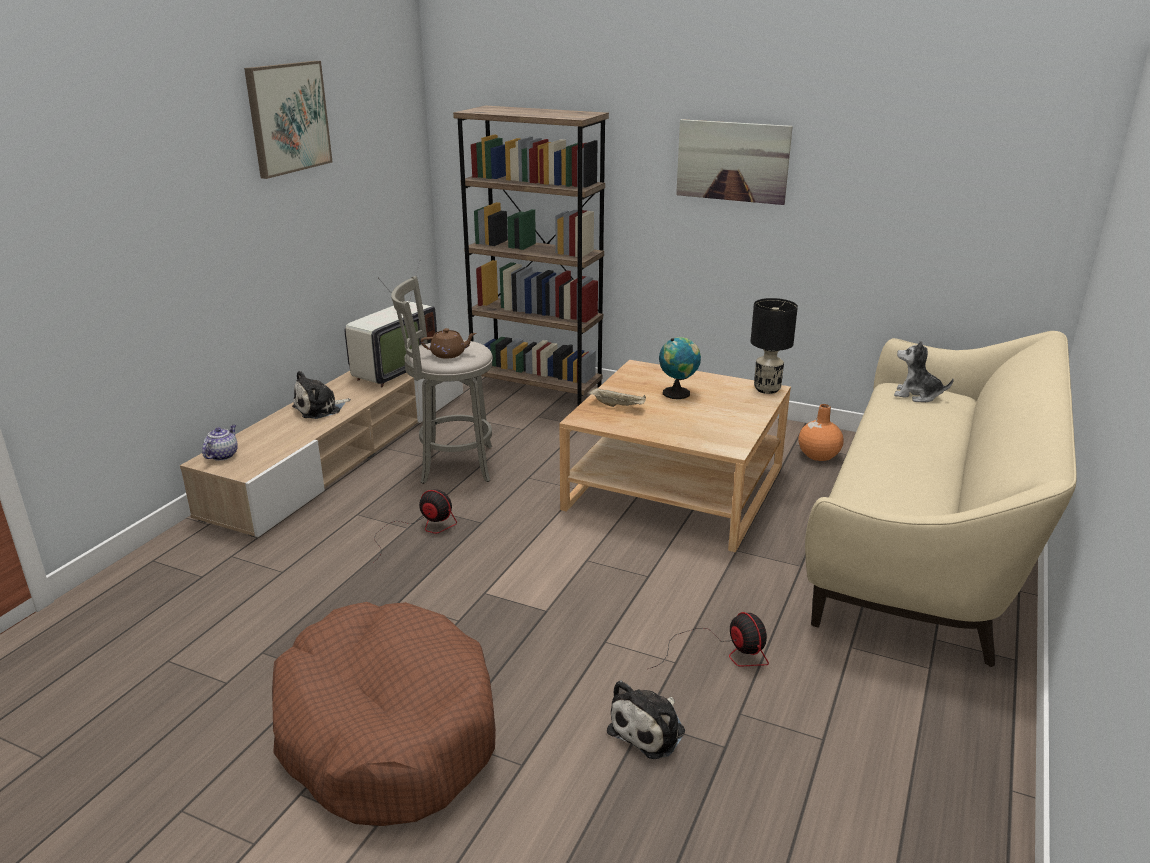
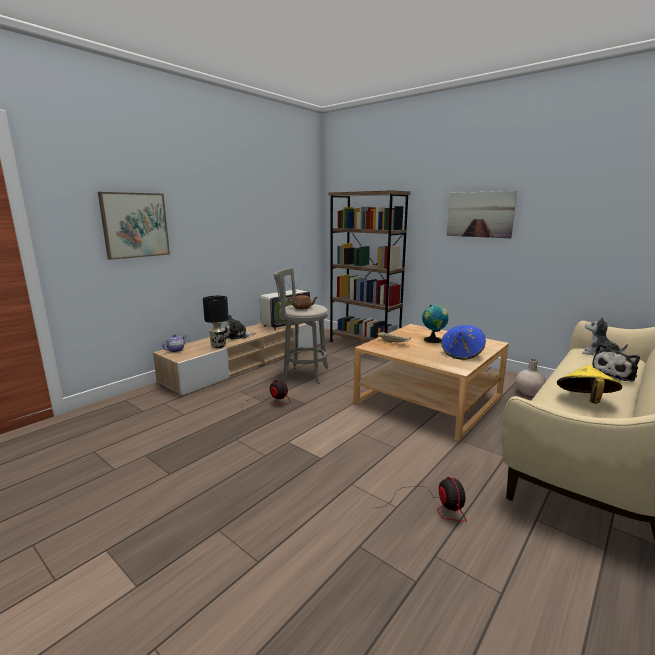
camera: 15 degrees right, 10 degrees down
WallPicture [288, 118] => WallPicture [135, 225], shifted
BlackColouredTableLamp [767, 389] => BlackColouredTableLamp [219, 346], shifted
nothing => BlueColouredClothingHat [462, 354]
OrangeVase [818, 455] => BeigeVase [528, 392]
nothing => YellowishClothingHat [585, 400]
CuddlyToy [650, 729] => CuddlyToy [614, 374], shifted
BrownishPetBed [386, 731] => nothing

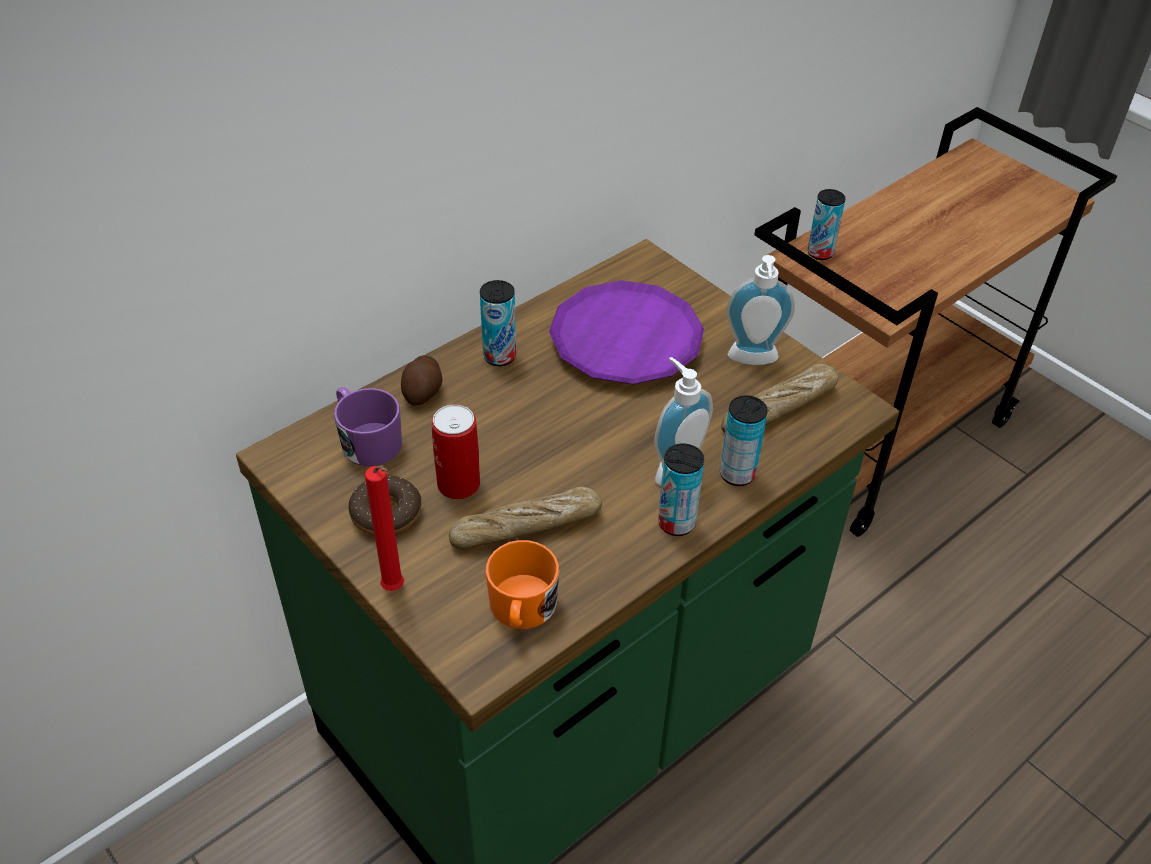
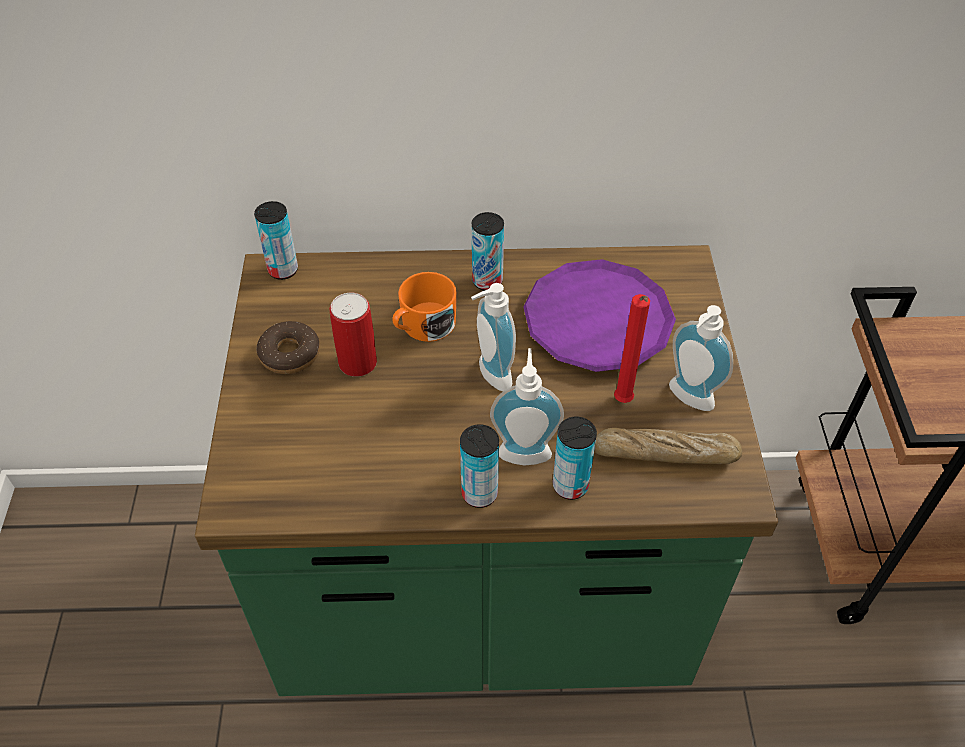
camera: 40 degrees right, 5 degrees up
Can [820, 253] => Can [283, 270], shifted
OrangeCoffeeMug [521, 610] => OrangeCoffeeMug [423, 326], shifted
nothing => SoapBottle [490, 376]
RedColouredWaxLight [395, 590] => RedColouredWaxLight [623, 403], shifted
PurpleColouredCoffeeMug [367, 440] => nothing
WholePotato [423, 391] => nothing
BakeryBread [526, 528] => nothing

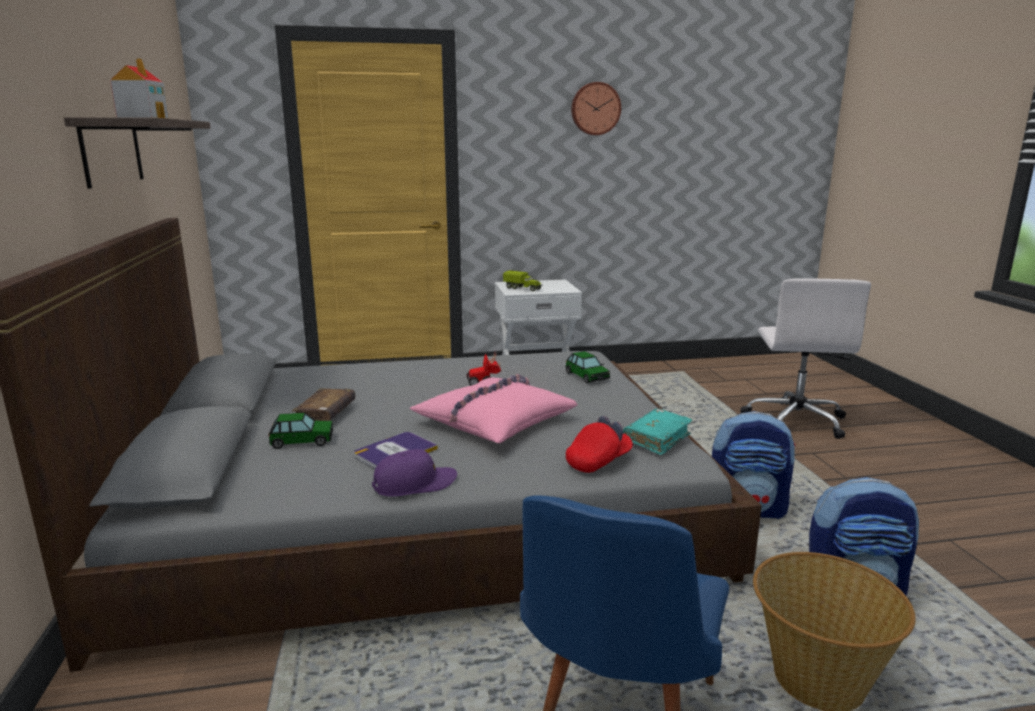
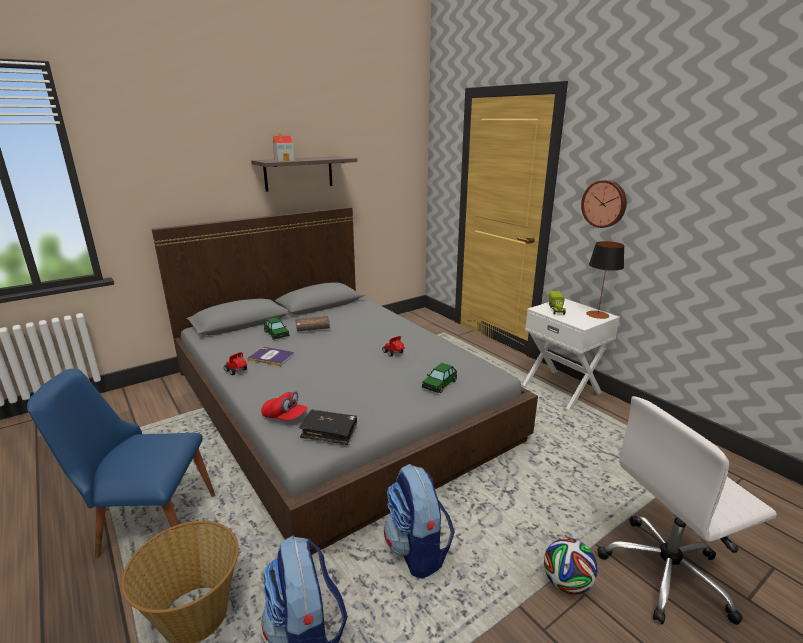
camera: 65 degrees right, 5 degrees up
PurpleColouredCap [415, 484] => ToyCar [237, 371]
TurquoiseVolume [657, 439] => BlackColouredVolume [329, 432]
nothing => FootballBall [566, 583]
HangingClock [595, 109] => HangingClock [604, 203], shifted
nothing => TableLamp [597, 314]
PinkColouredCushion [494, 421] => nothing

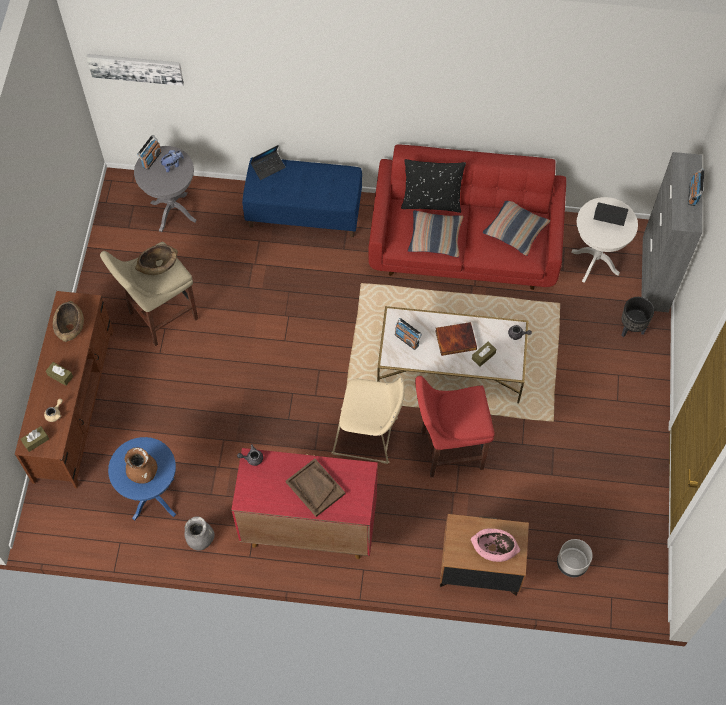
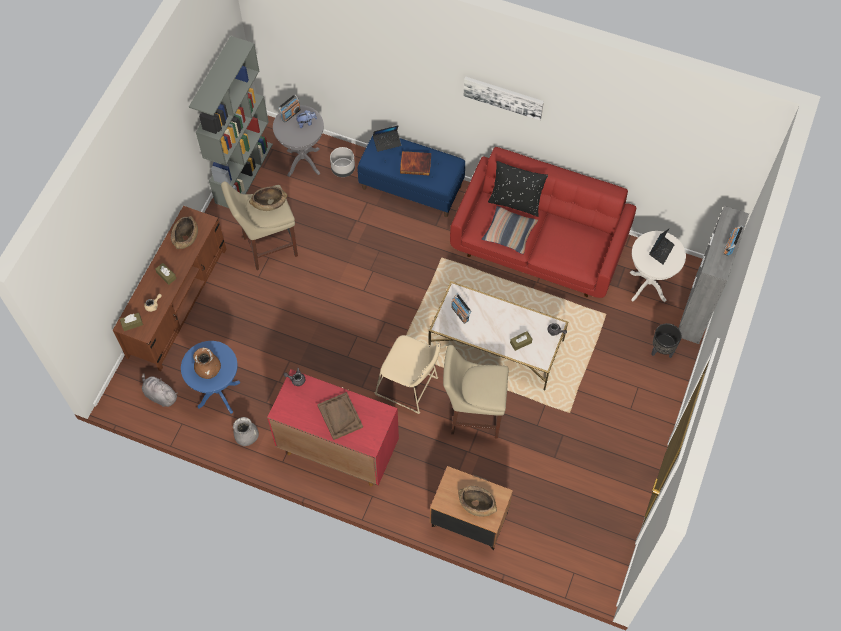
camera: 15 degrees right, 0 degrees up
nothing => GreyishCuddlyToy [160, 395]
nothing => GreyishBookshelf [243, 173]
GreyishFlowerPot [572, 564] => GreyishFlowerPot [343, 169], shifted
Volume [456, 339] => Volume [416, 164], shifted
RedColouredStoolSeat [448, 450] => BeigeStoolSeat [472, 415]
PinkColouredBowl [494, 548] => BrownishBowl [476, 504]
WallPicture [135, 68] => WallPicture [503, 97], shifted
Laptop [608, 218] => Laptop [661, 250], 90 degrees clockwise
Cushion [515, 231] => nothing

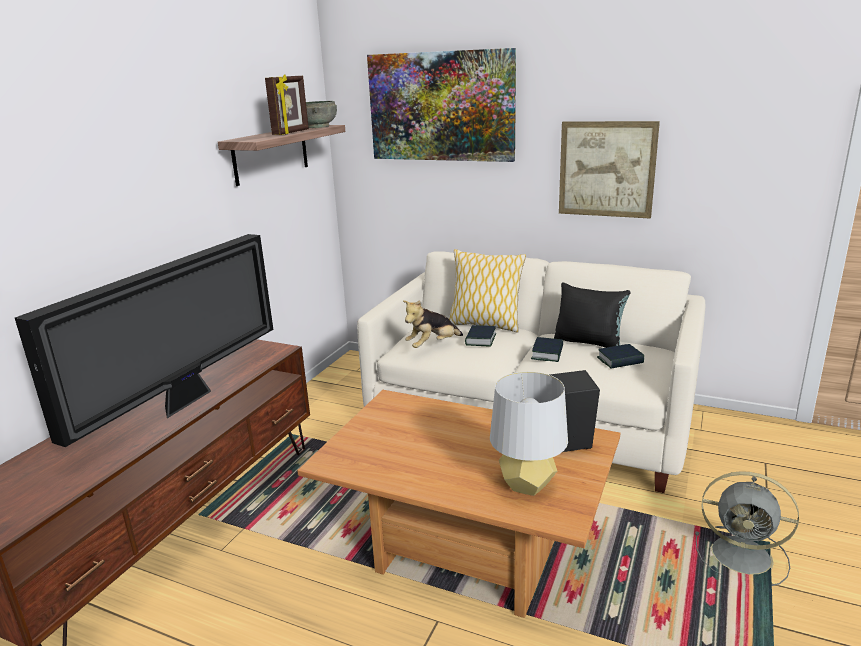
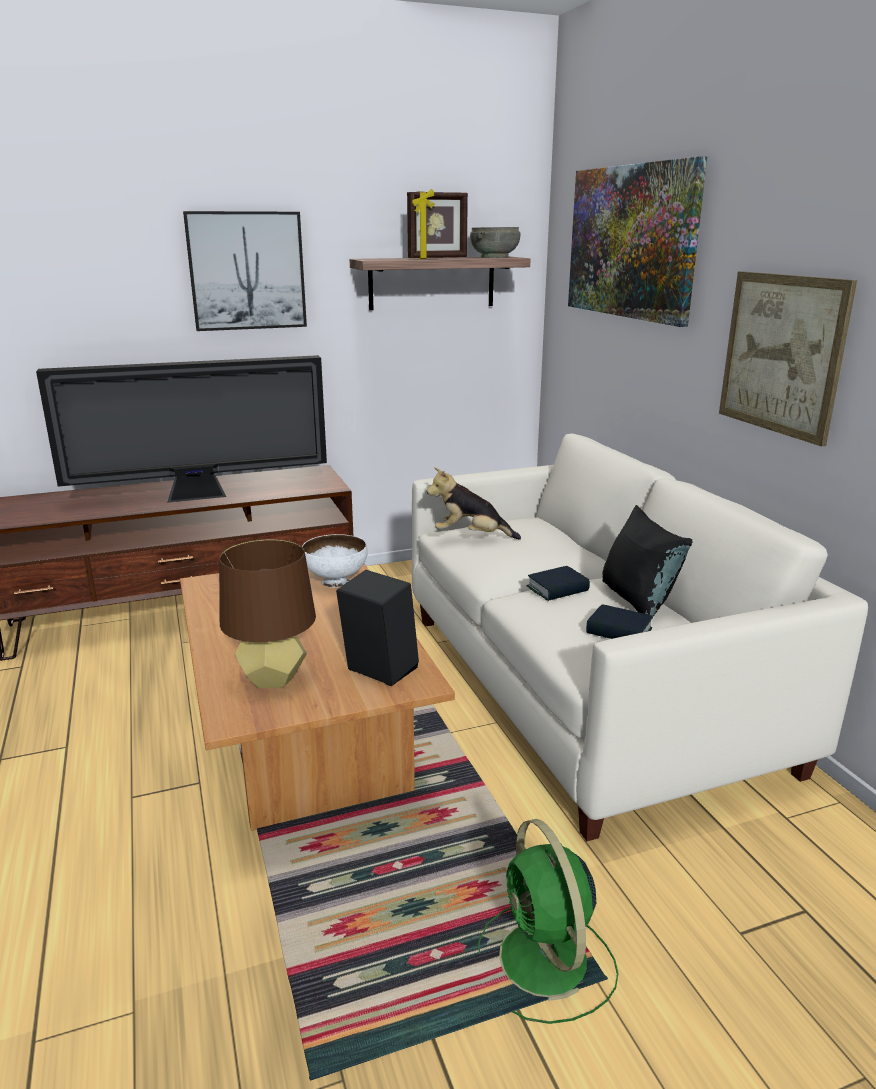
camera: 45 degrees right, 0 degrees up
nothing => WallPicture [247, 271]
GreyishTableLamp [527, 485] => BrownishTableLamp [273, 678]
nothing => WhitishBowl [335, 582]
GreyishFan [744, 556] => GreenishFan [545, 962]
Cushion [485, 324] => nothing
Volume [480, 339] => nothing

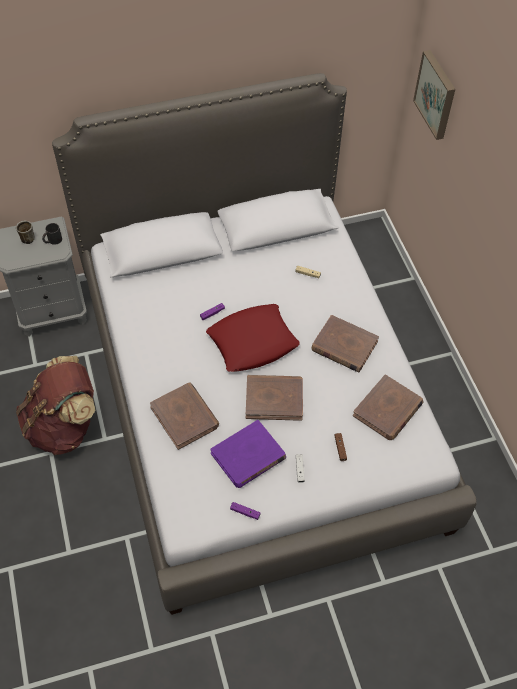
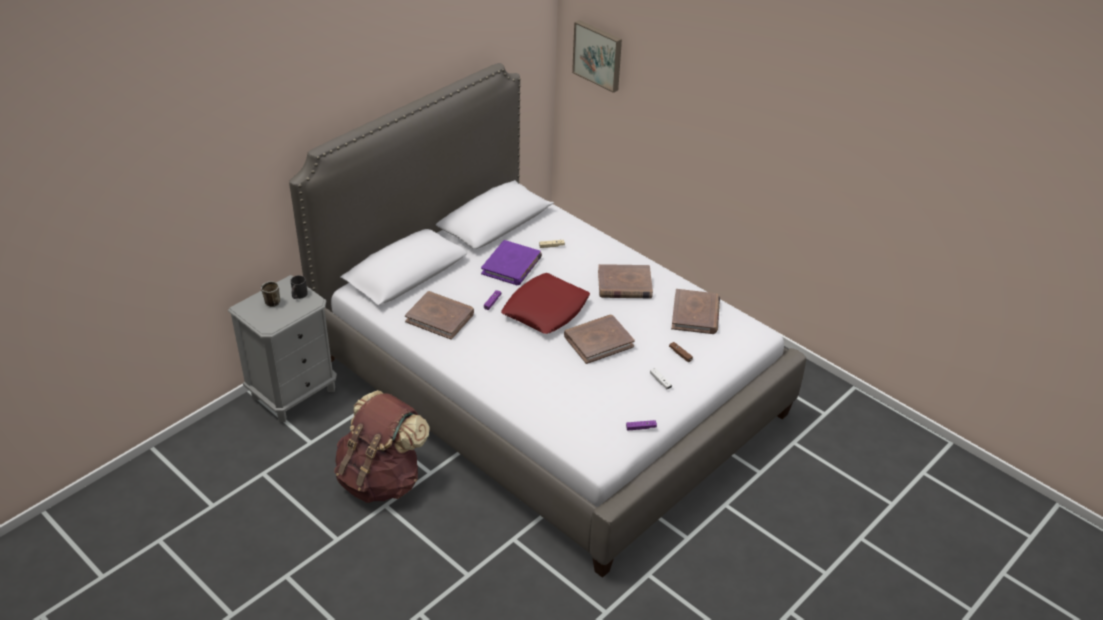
camera: 30 degrees left, 15 degrees down
BrownishVolume [185, 417] => BrownishVolume [440, 317], shifted
PurpleColouredVolume [248, 456] => PurpleColouredVolume [512, 266], shifted

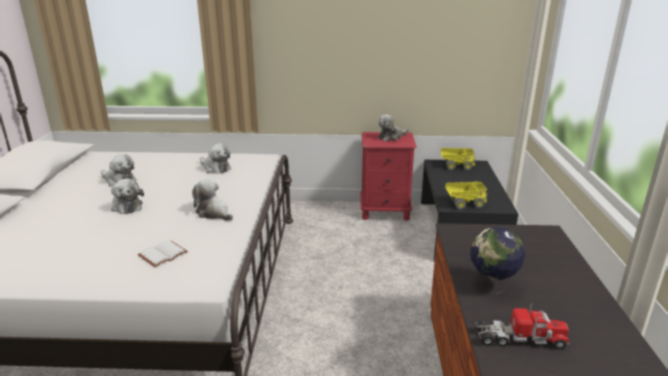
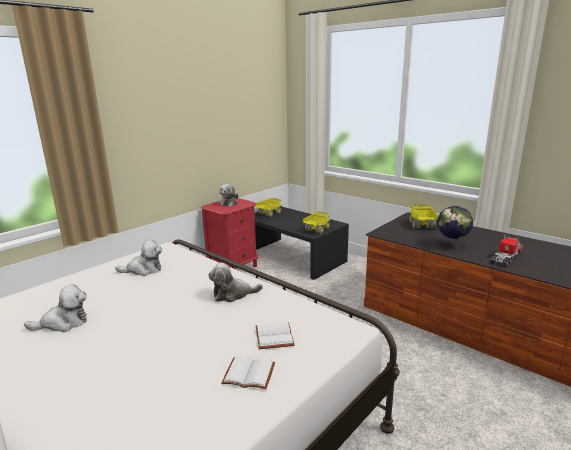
camera: 50 degrees left, 5 degrees down
nothing => WhitishVolume [250, 373]
nothing => ToyLorry [421, 225]
CuddlyToy [126, 206] => nothing

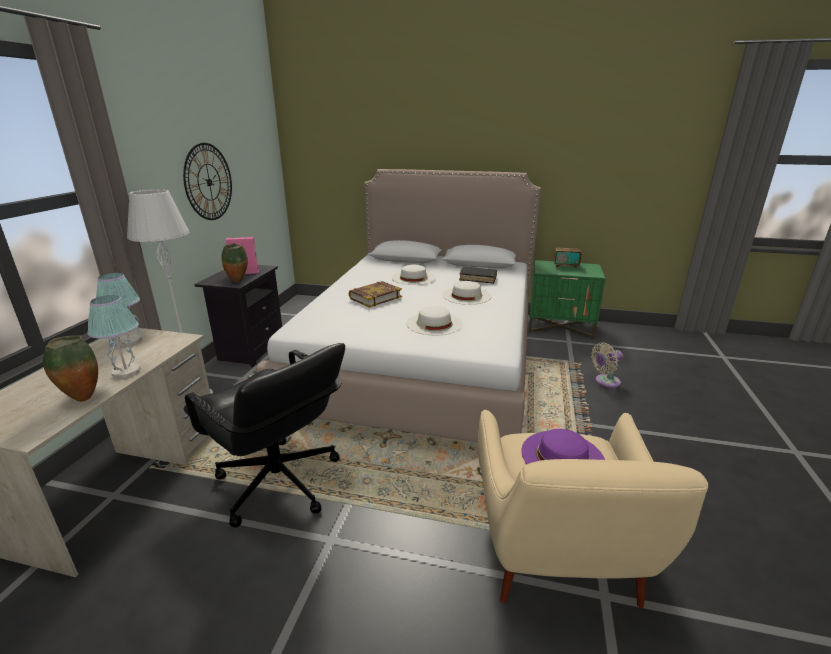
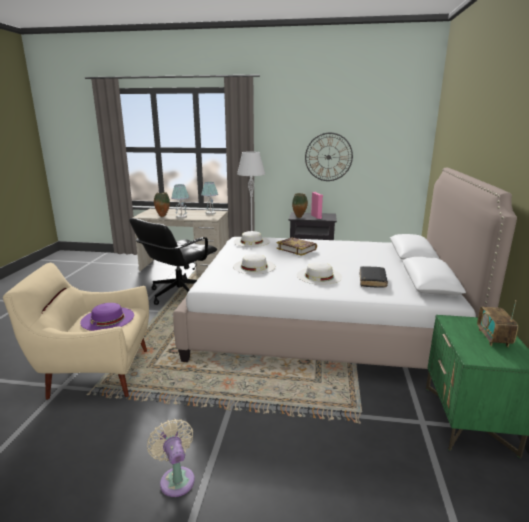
camera: 85 degrees right, 5 degrees down
BeigeFan [605, 382] => BeigeFan [176, 478], shifted
WhitishClothingHat [413, 277] => WhitishClothingHat [251, 241], shifted

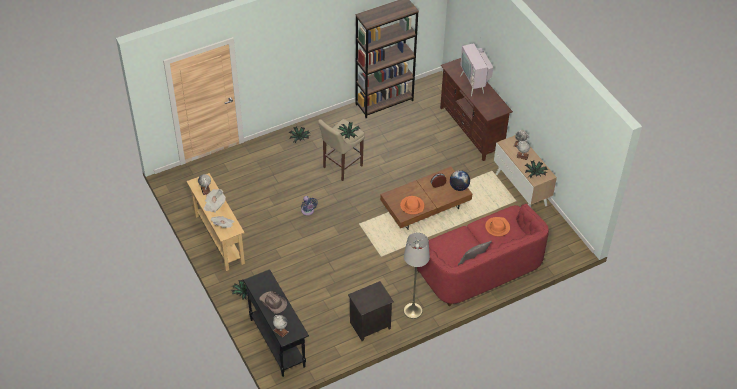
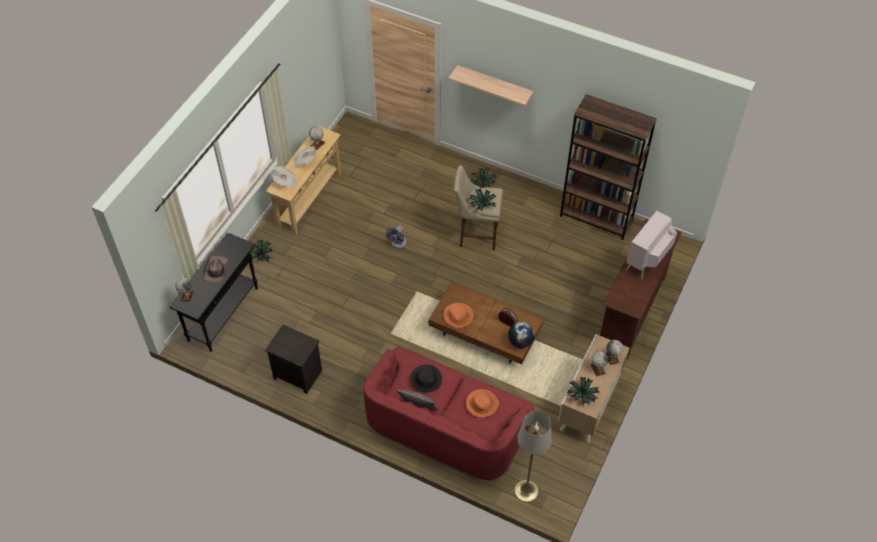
camera: 55 degrees right, 5 degrees up
nothing => BlackColouredClothingHat [426, 379]
nothing => WallShelf [494, 85]
GreyishFloorLamp [413, 311] => GreyishFloorLamp [526, 491], shifted

